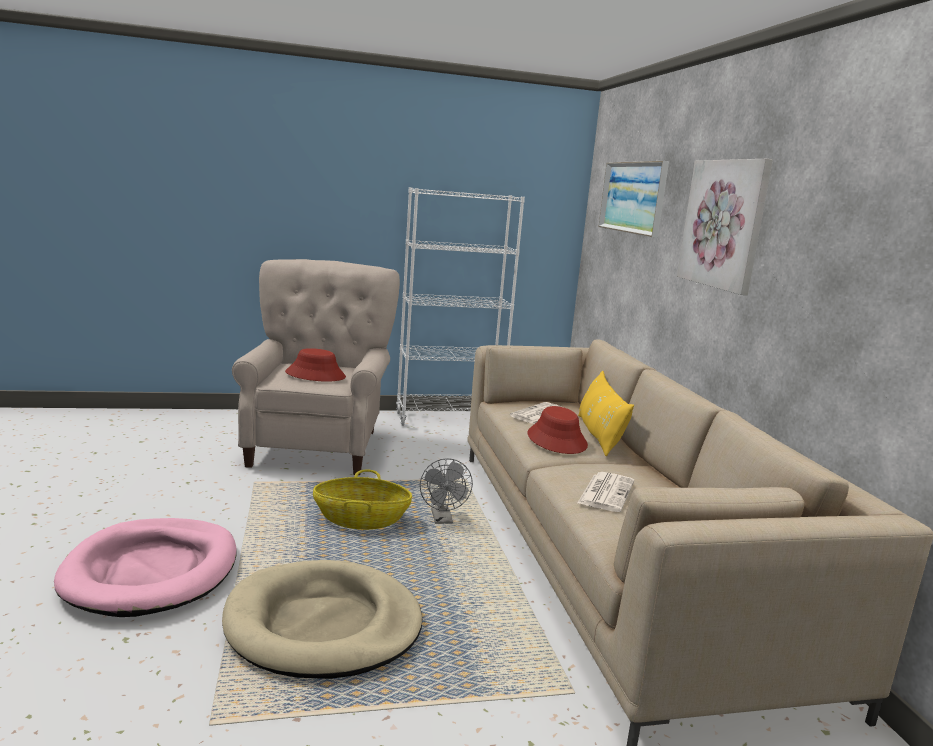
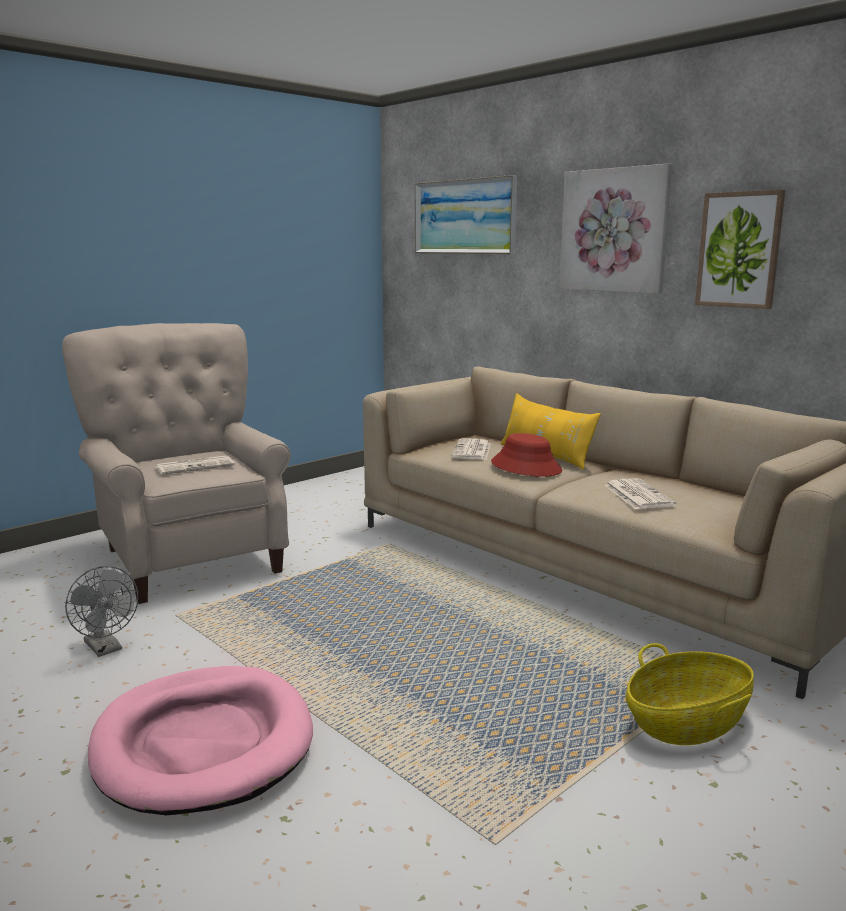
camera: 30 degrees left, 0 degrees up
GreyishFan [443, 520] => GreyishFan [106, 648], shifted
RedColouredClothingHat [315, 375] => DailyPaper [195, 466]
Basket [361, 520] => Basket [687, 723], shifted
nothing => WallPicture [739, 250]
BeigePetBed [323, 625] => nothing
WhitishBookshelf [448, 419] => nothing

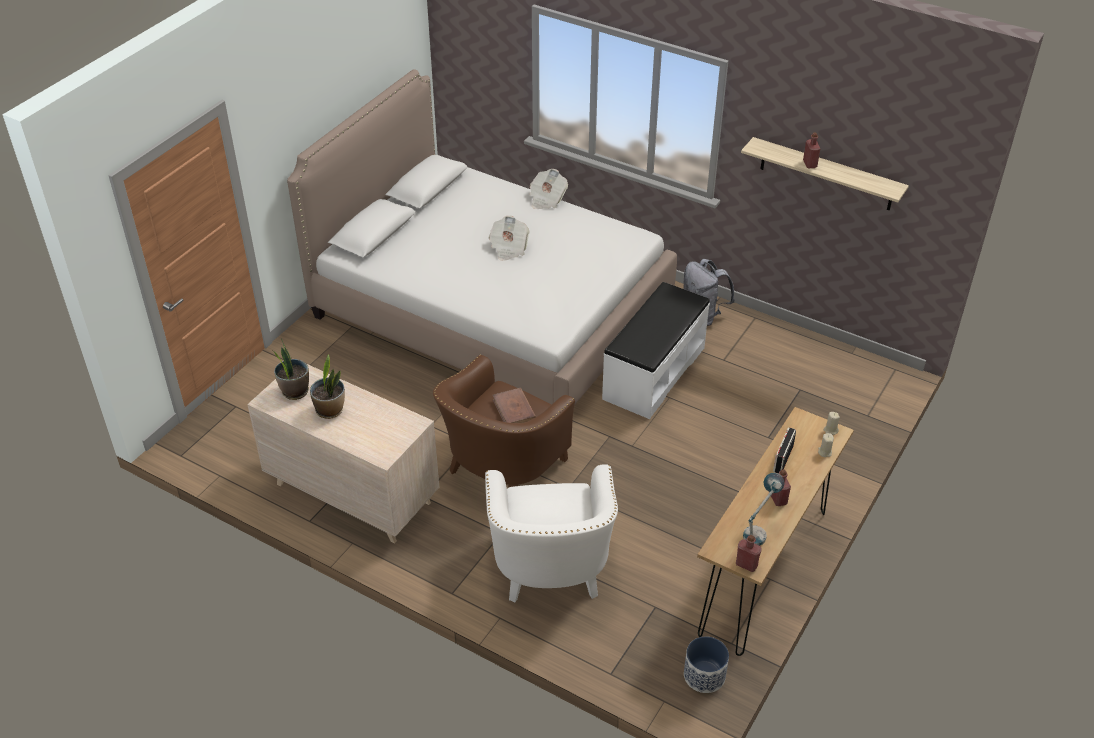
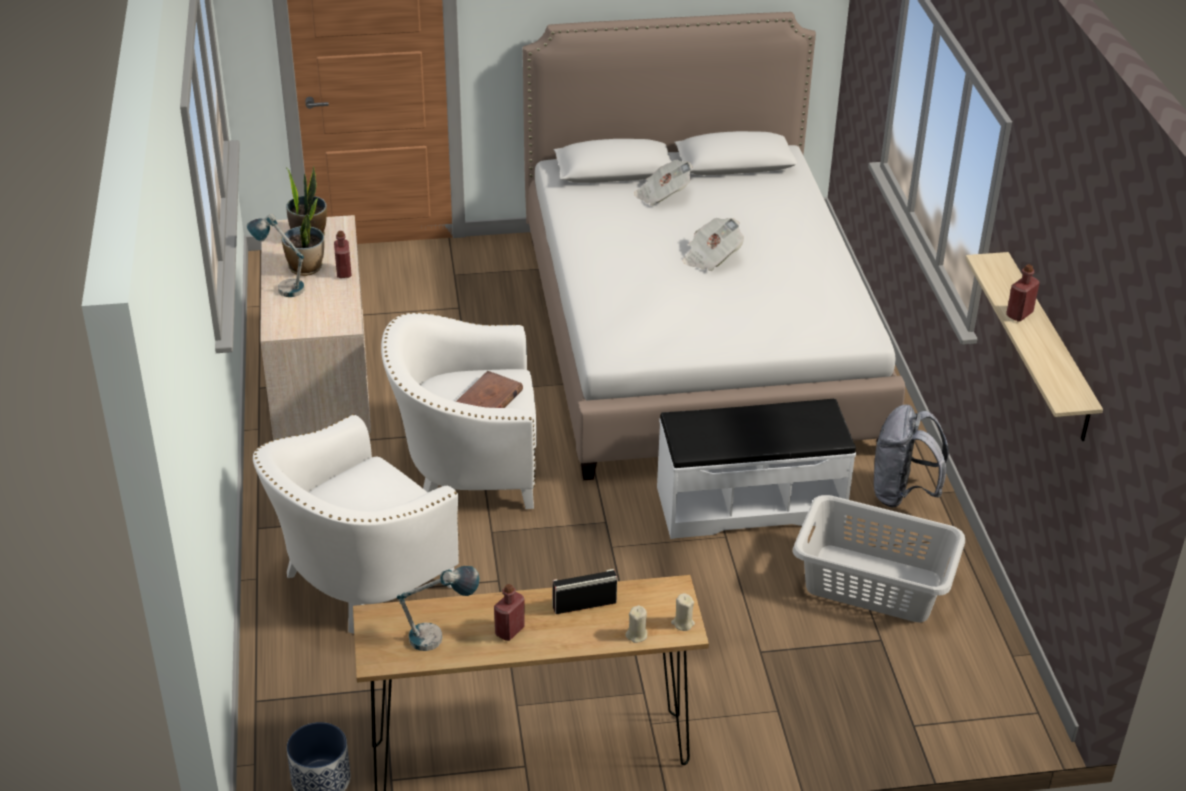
camera: 50 degrees right, 5 degrees down
nothing => TableLamp [281, 286]
RedColouredBeverageBottle [746, 565] => RedColouredBeverageBottle [344, 272], shifted
BrownishLoungeChair [500, 467] => WhitishLoungeChair [466, 469]
DailyPaper [546, 199] => DailyPaper [662, 195], shifted
nothing => GreyishHamper [873, 584]

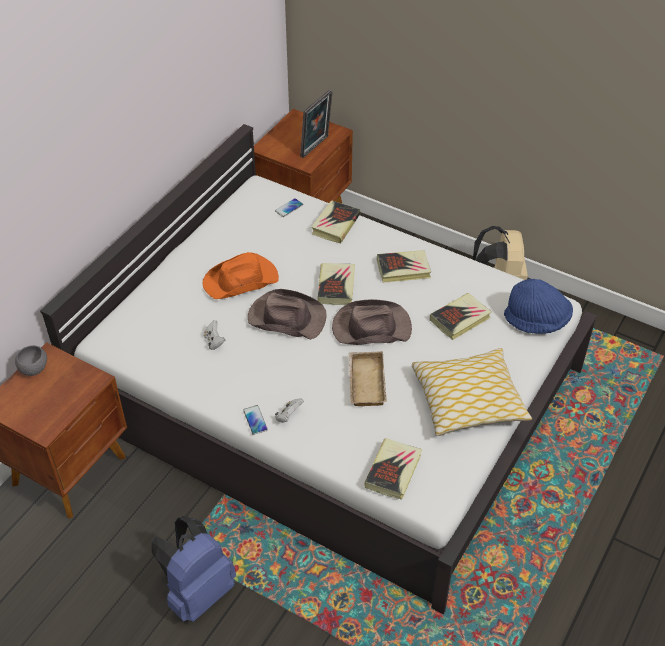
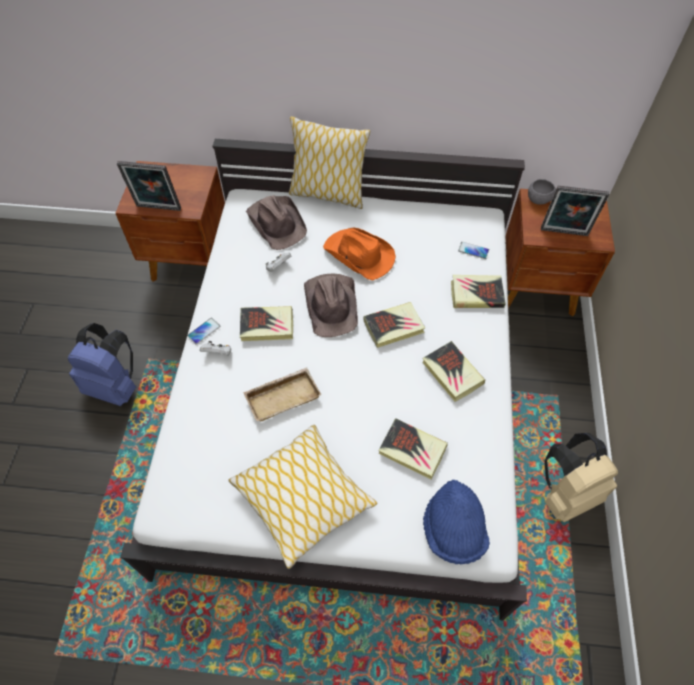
camera: 65 degrees right, 10 degrees up
nothing => PhotoFrame [158, 209]
Volume [393, 471] => Volume [267, 326], shifted
BrownishClothingHat [370, 327] => BrownishClothingHat [277, 222], shifted
nothing => Cushion [327, 194]
GreyishBowl [34, 369] => GreyishBowl [538, 200], shifted

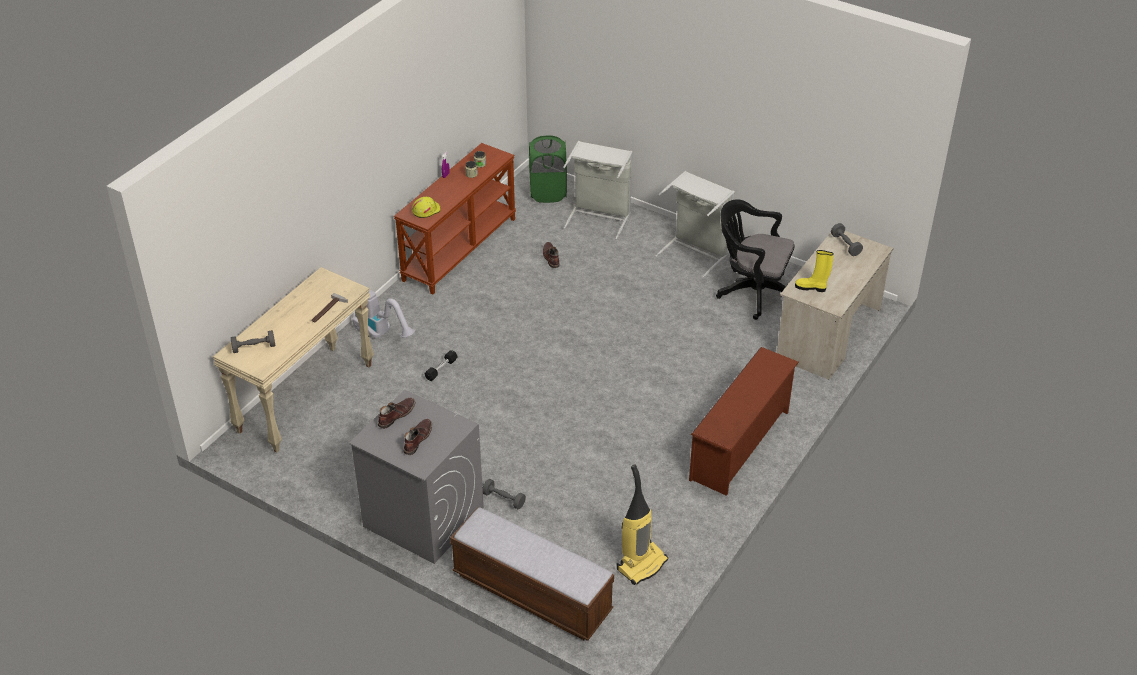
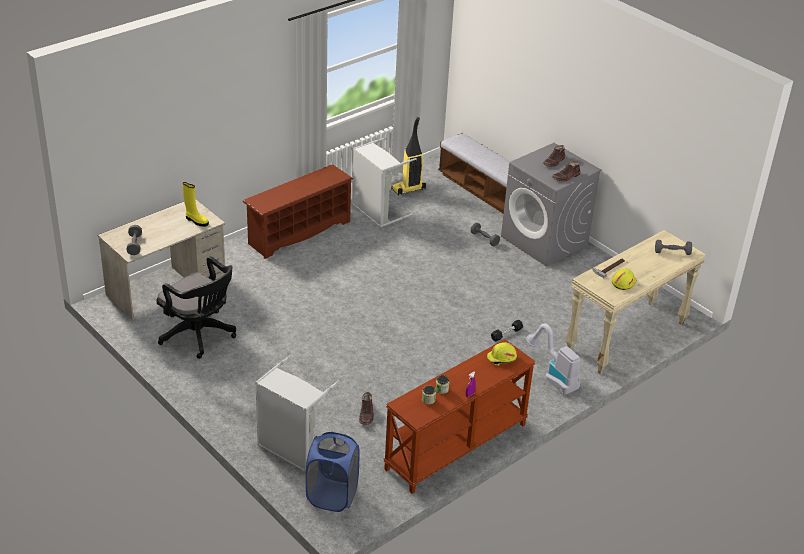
camera: 165 degrees left, 5 degrees down
GreenishHamper [548, 192] => BlueColouredHamper [332, 496]
GreyishHamper [696, 252] => GreyishHamper [376, 212], shifted
nothing => YellowishSafetyHelmet [623, 282]

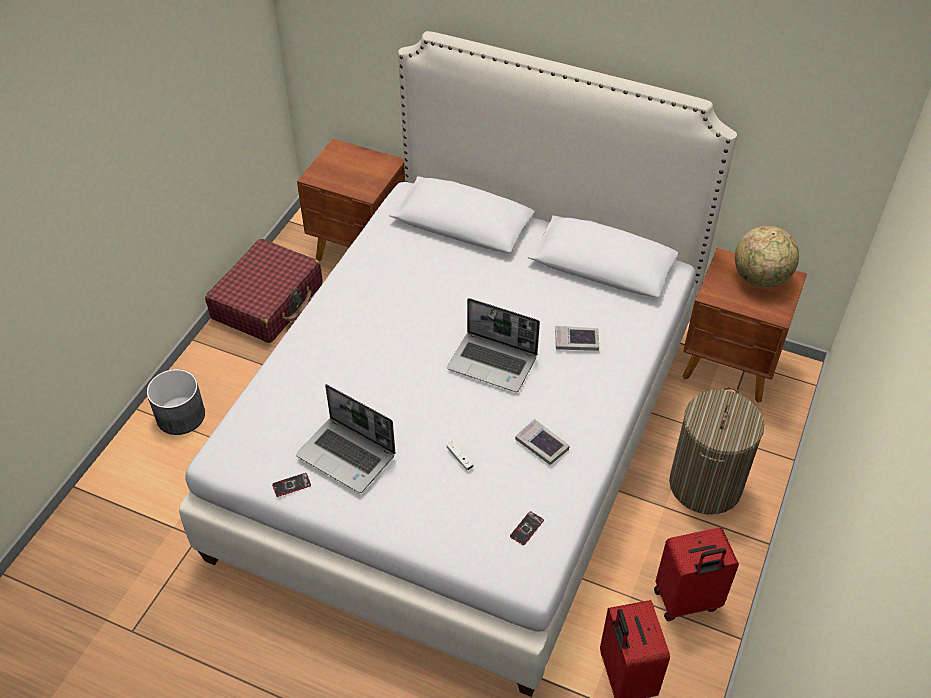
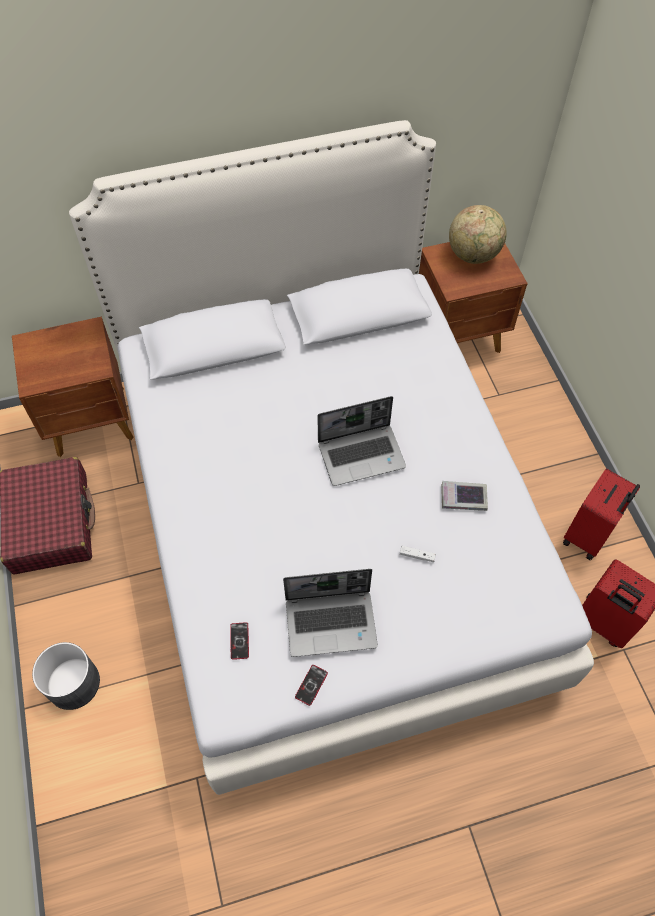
camera: 40 degrees left, 10 degrees up
Handset [526, 528] => Handset [239, 641], shifted
Volume [576, 341] => nothing
Hamper [705, 484] => nothing

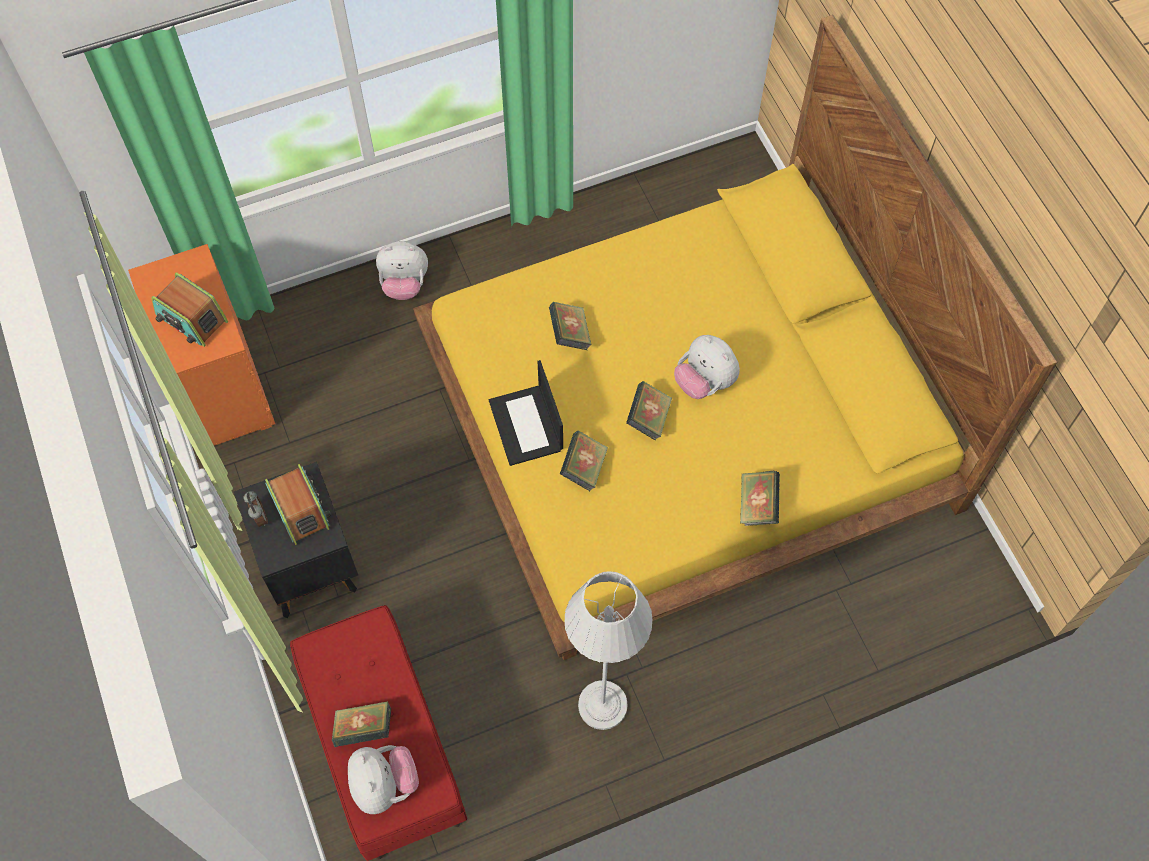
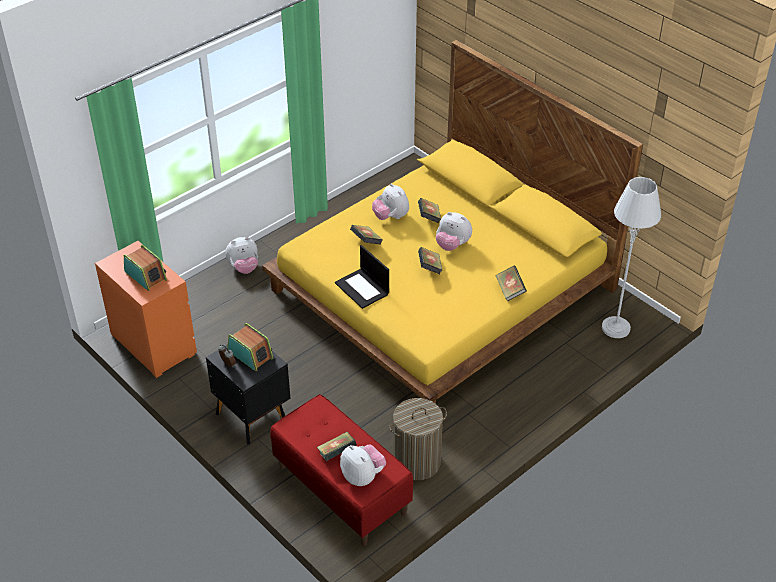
camera: 20 degrees left, 20 degrees down
Radio [191, 319] => Radio [146, 275], 150 degrees counterclockwise
nothing => CuddlyToy [391, 217]
nothing => Hamper [416, 462]
Volume [584, 468] => Volume [429, 218], shifted
GreyishFloorLamp [602, 705] => GreyishFloorLamp [616, 328], shifted

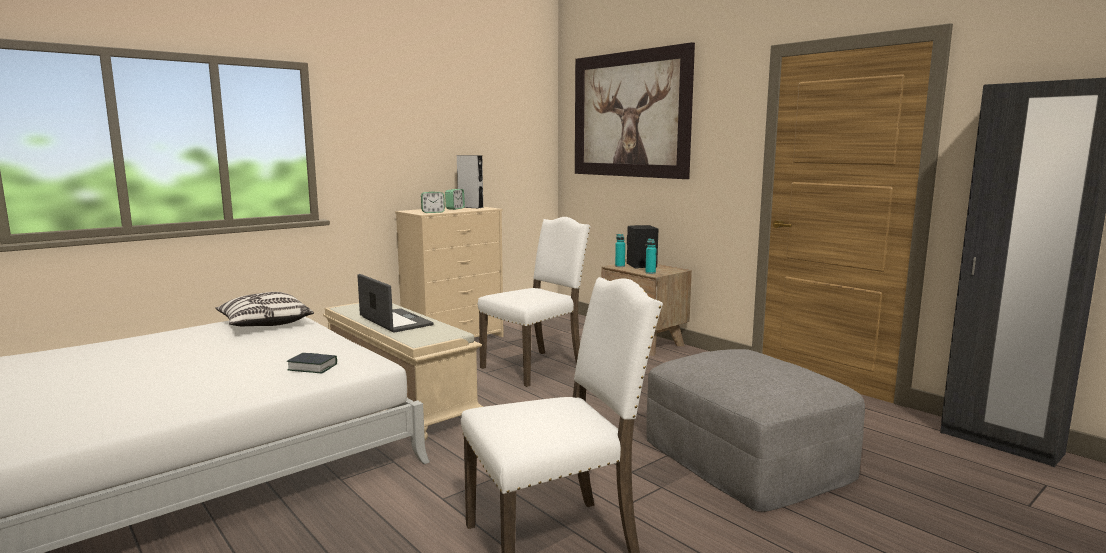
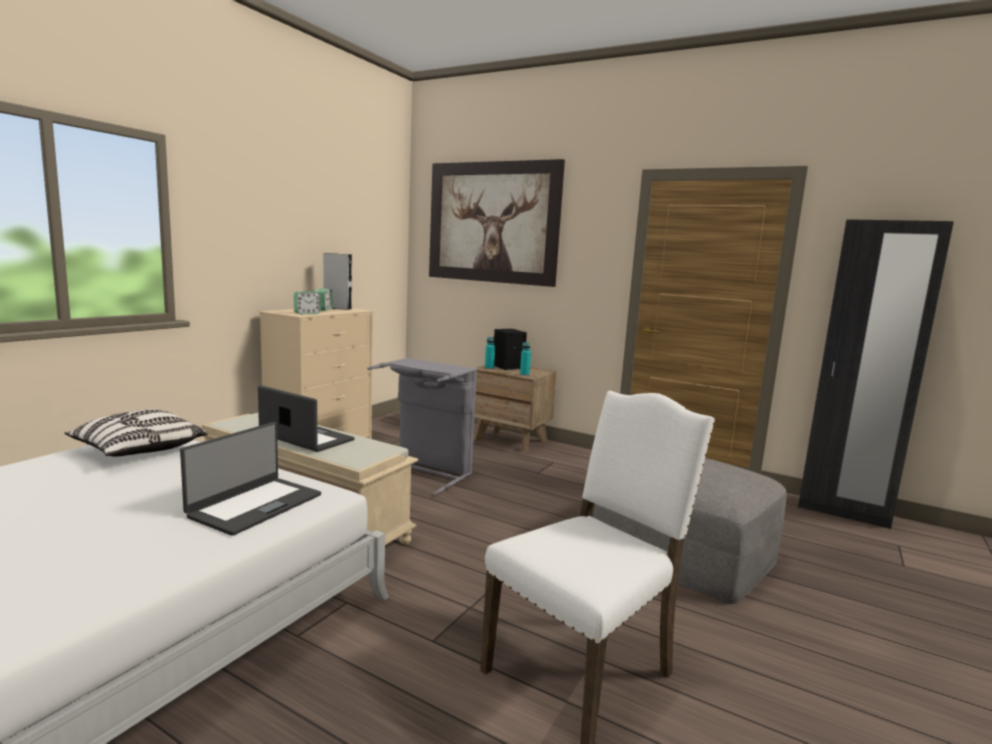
camera: 20 degrees left, 0 degrees up
Volume [312, 367] => Laptop [254, 505]
WhitishUprightChair [535, 367] => GreyishHamper [426, 472]

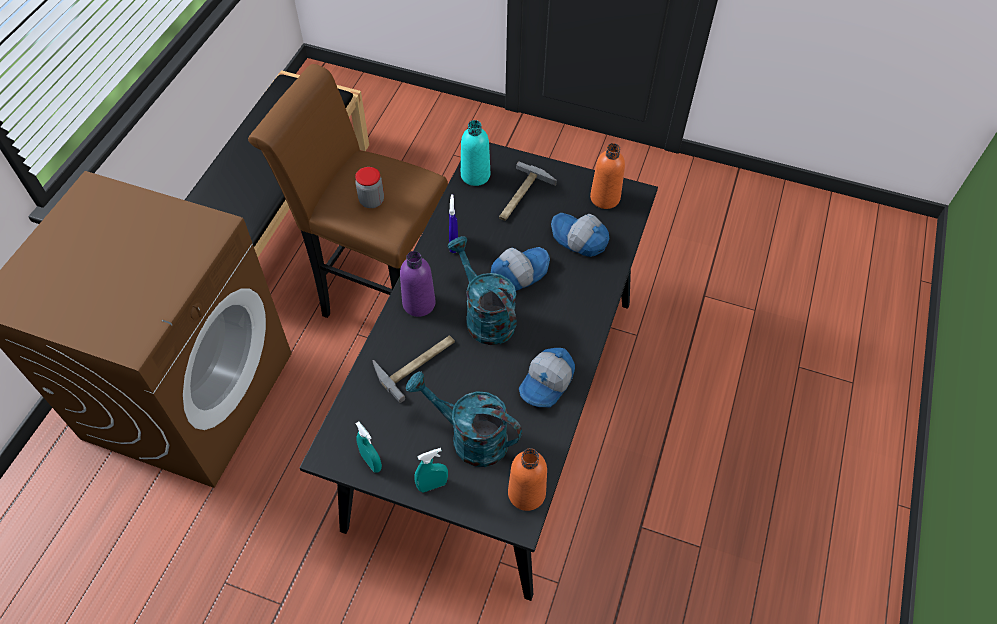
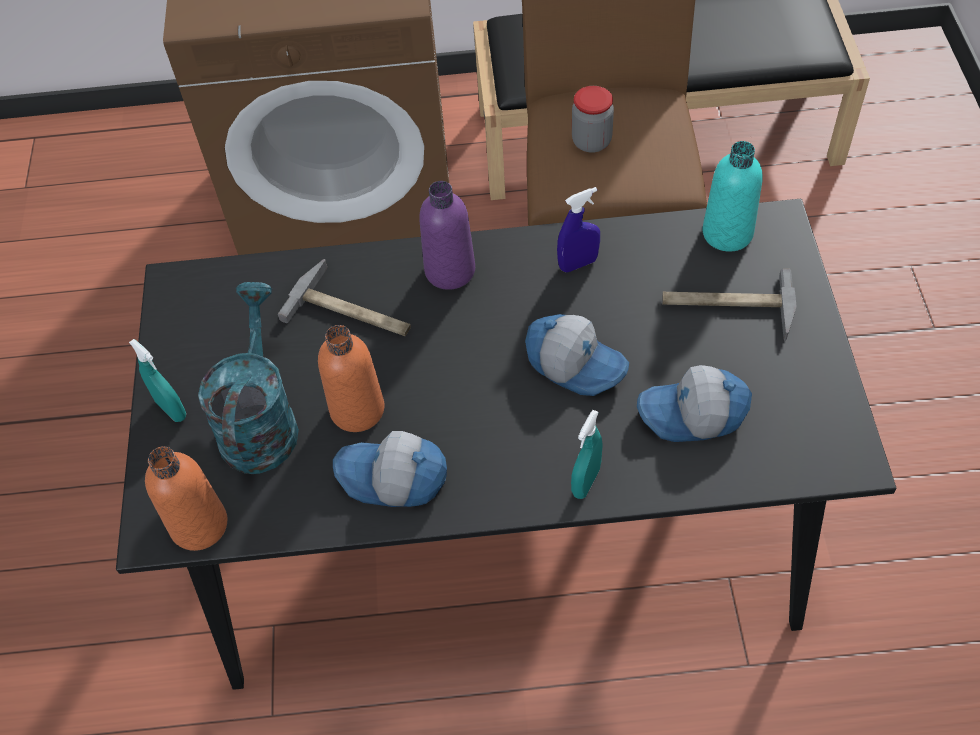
camera: 70 degrees right, 0 degrees up
OrangeBeverageBottle [605, 198] => OrangeBeverageBottle [357, 409], shifted
TurquoiseSprayer [371, 462] => TurquoiseSprayer [586, 482], shifted
Cap [579, 239] => Cap [693, 415], 105 degrees counterclockwise
TurquoiseWateringCan [484, 316] => nothing

